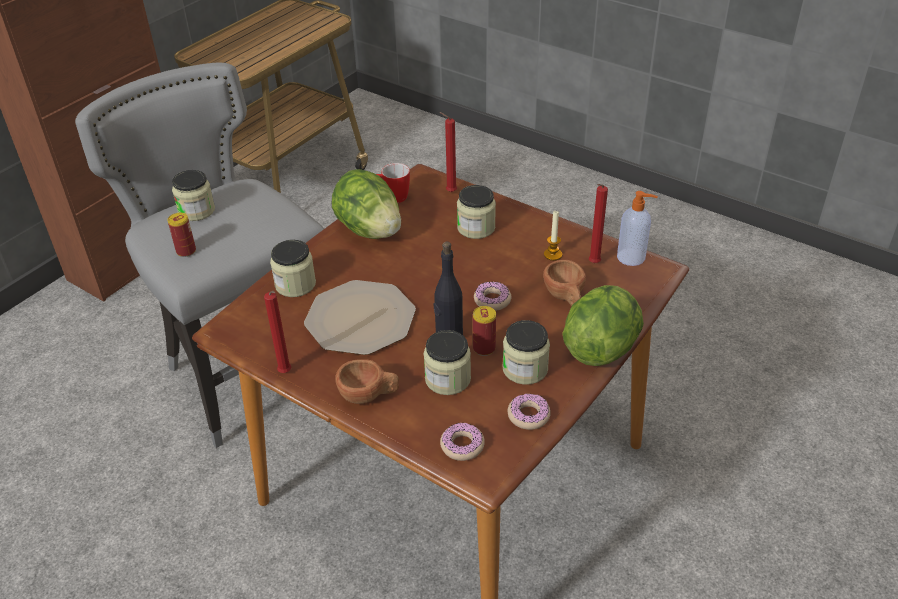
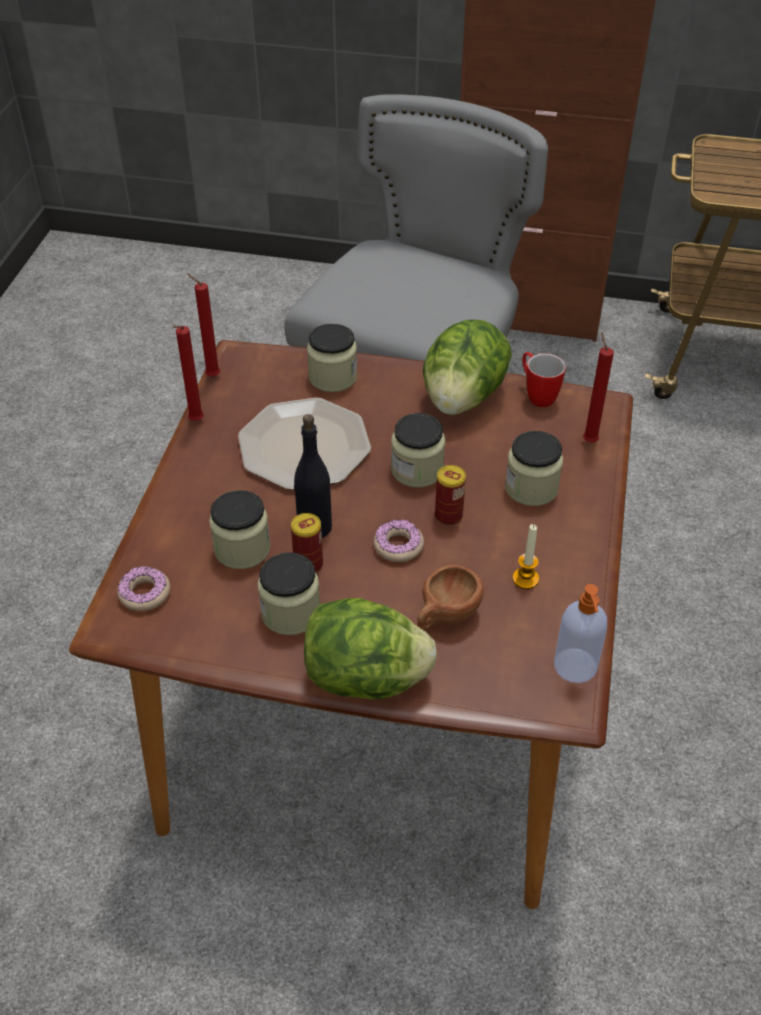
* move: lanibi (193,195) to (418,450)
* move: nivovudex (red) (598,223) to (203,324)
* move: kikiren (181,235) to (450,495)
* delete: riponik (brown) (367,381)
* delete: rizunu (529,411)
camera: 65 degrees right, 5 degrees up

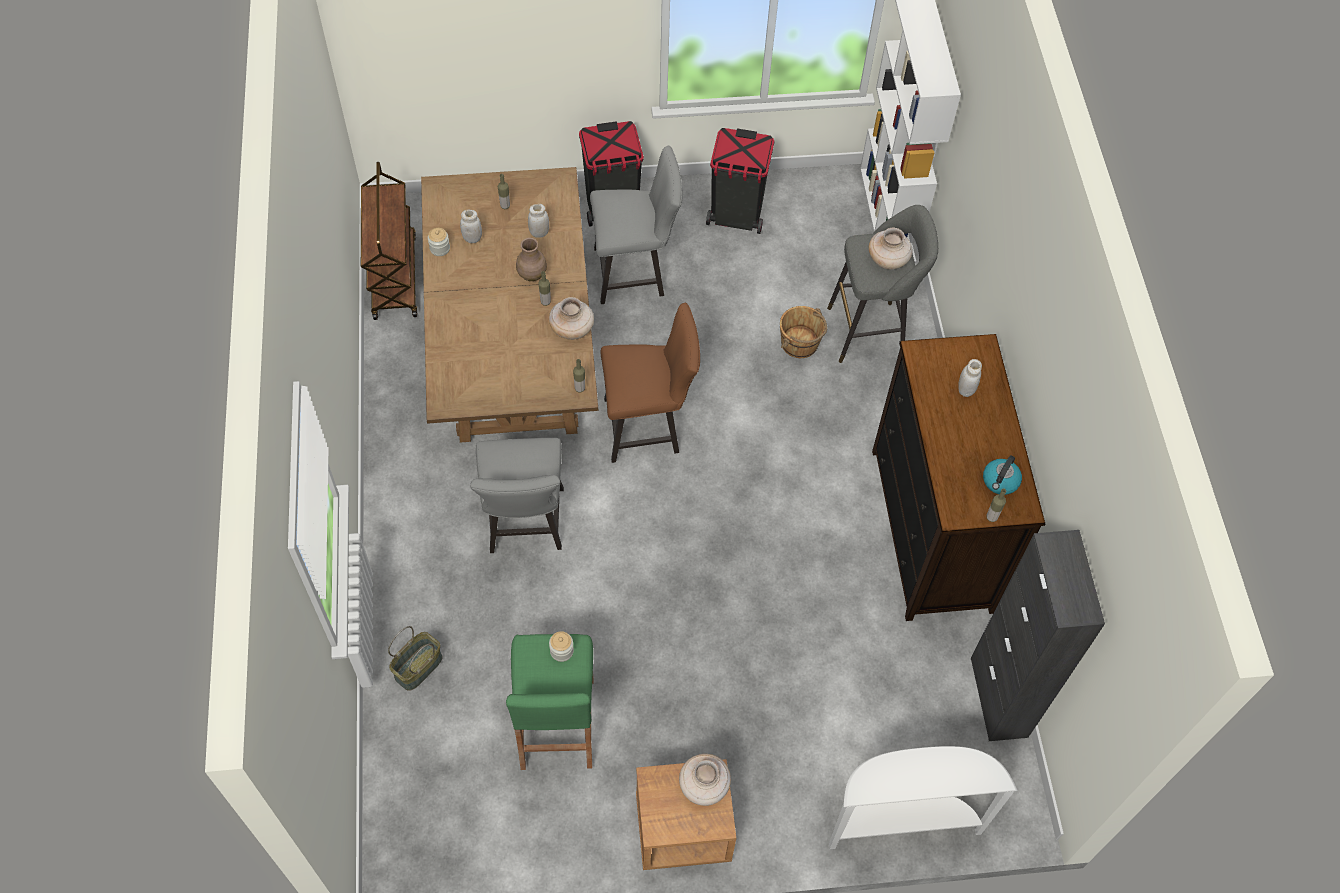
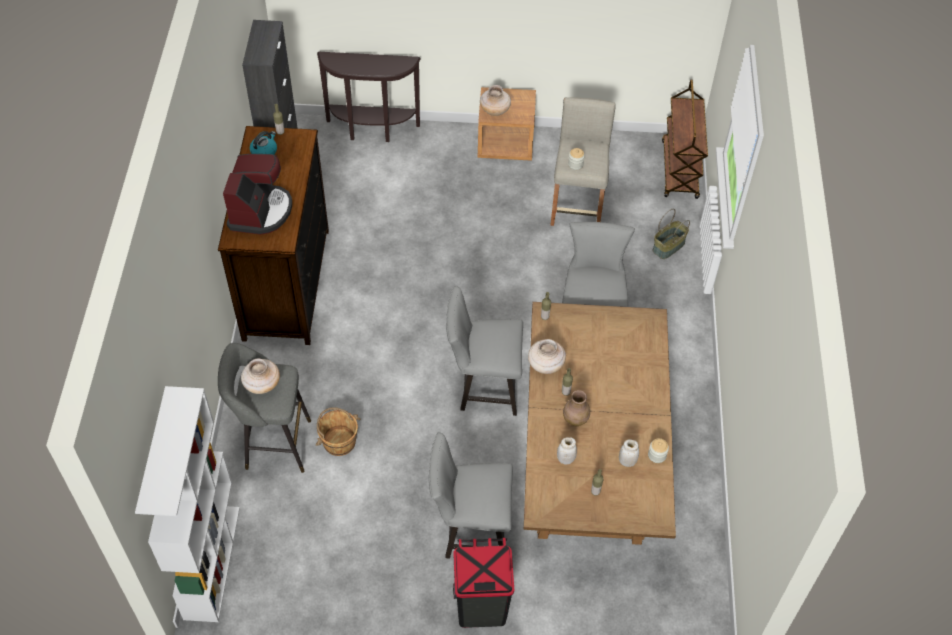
* delete: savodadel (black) (740,181)
* move: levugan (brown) (389,241) to (685,139)
* recolor: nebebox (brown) (650,383) to nebebox (grey) (484,351)
* replace: lanibi (white) (970,378) to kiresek (257,194)
* recolor: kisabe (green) (550,702) to kisabe (beige) (583,161)
* recolor: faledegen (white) (923,797) to faledegen (brown) (369,97)
camera: 170 degrees left, 5 degrees down

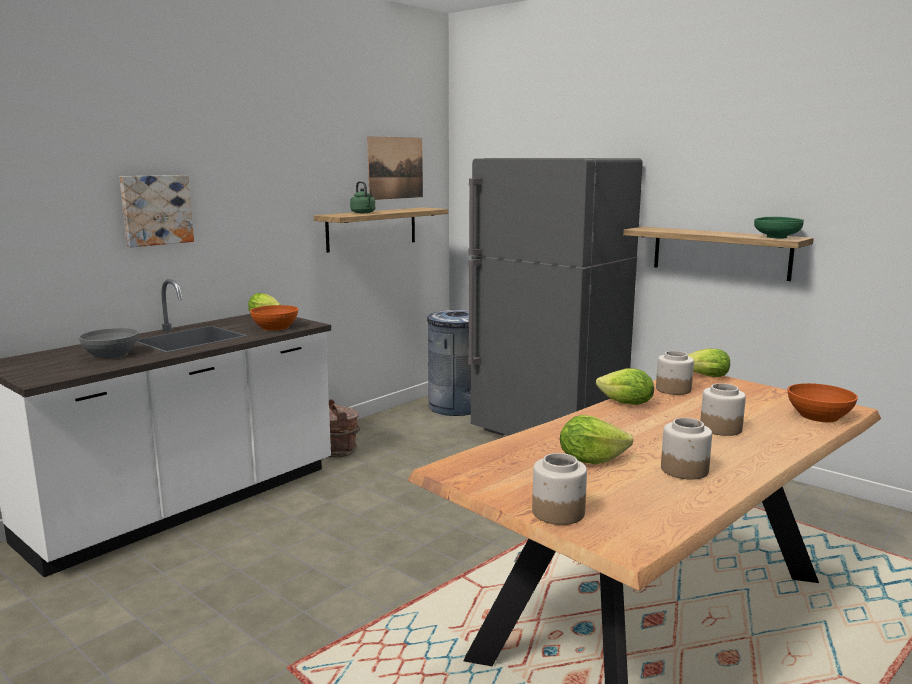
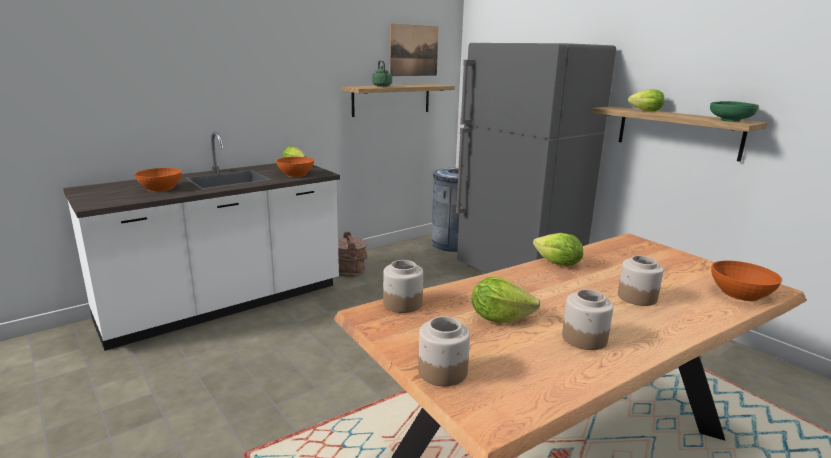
* delete: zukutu (156,211)
* recolor: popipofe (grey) (108,343) to popipofe (orange) (158,180)
* move: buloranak (709,363) to (646,100)
* move: lanibi (675,373) to (403,286)
camera: 10 degrees right, 5 degrees up

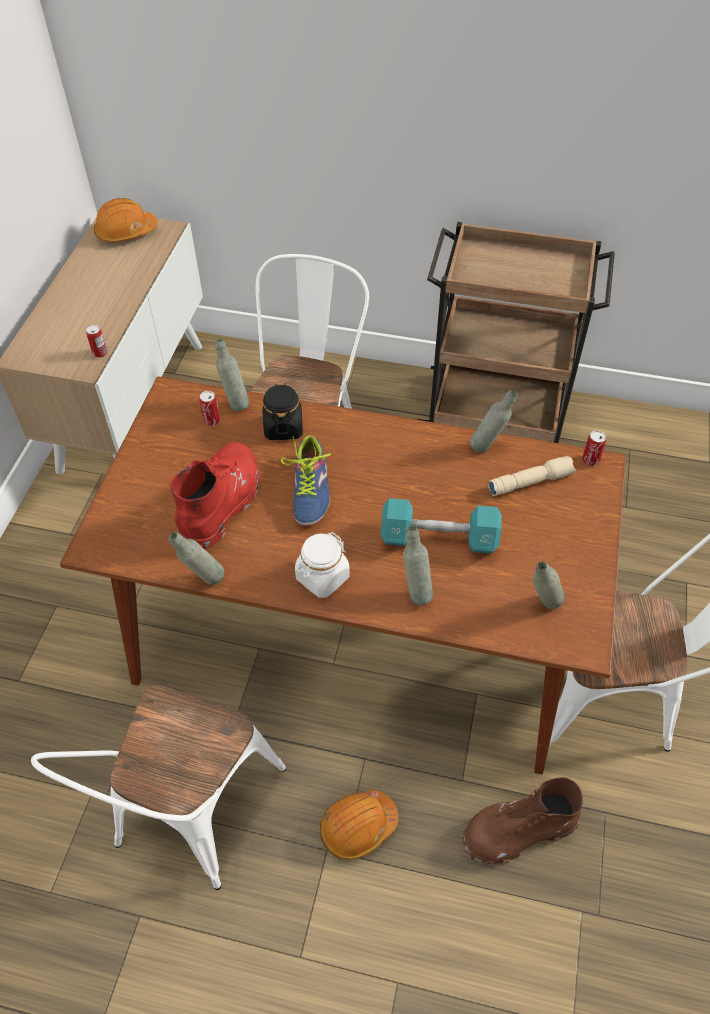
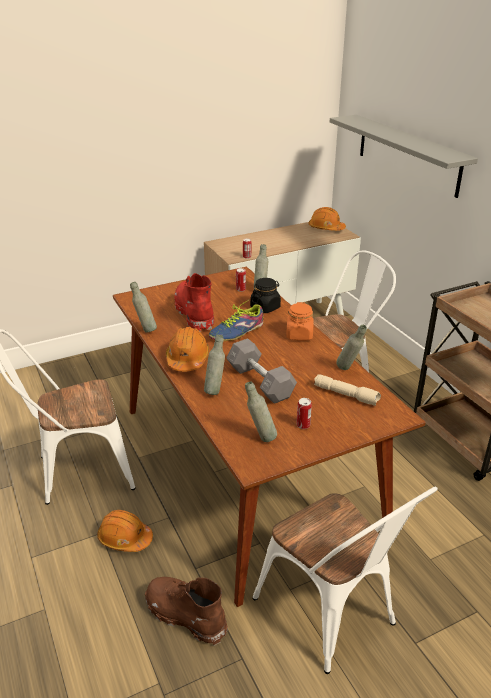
* move: kikiren (594,448) to (304,413)
* rotate: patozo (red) (215,495) = (194,302) 90 degrees counterclockwise
* recolor: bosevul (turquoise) (441,526) to bosevul (grey) (261,371)
* replace: lanibi (white) (322,565) to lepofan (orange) (188,349)
* insert: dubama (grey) (404,156)
* insert: lanibi (orange) (300,321)
camera: 50 degrees right, 20 degrees down

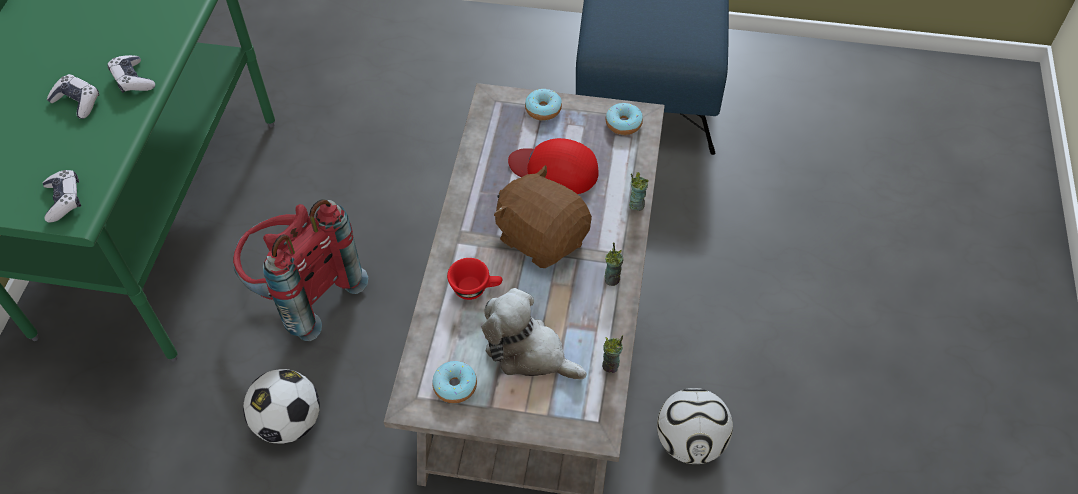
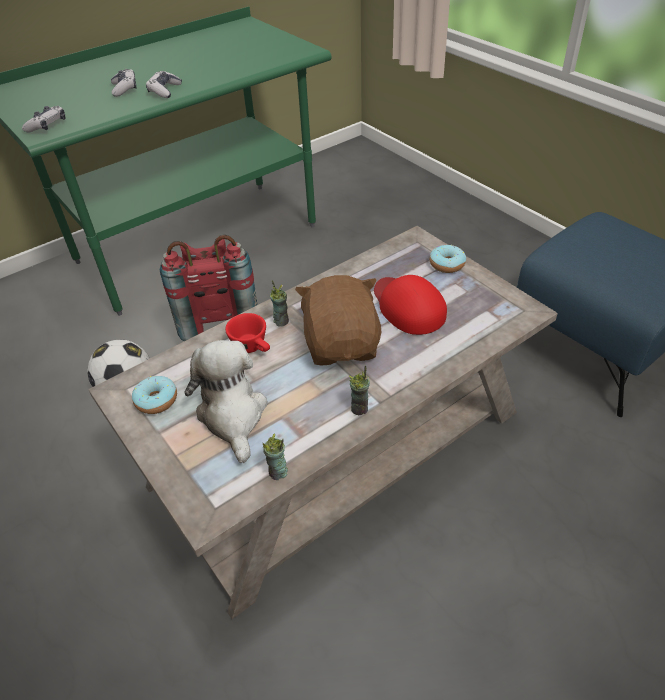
* delete: rizunu (624,119)
* move: riponik (639,191) to (279,303)
* delete: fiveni (695,426)
camera: 45 degrees right, 10 degrees down

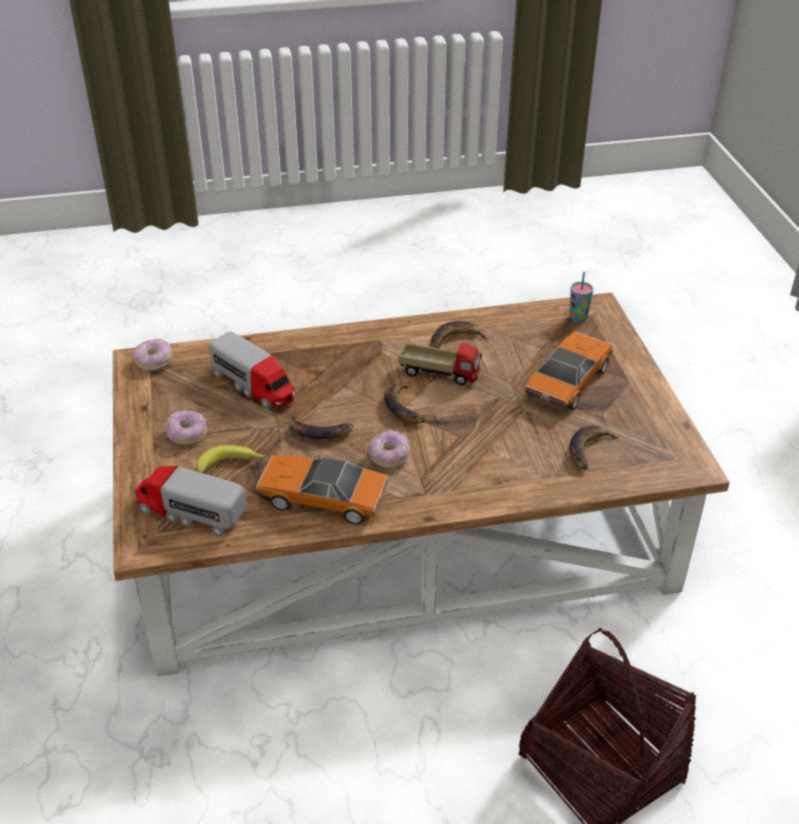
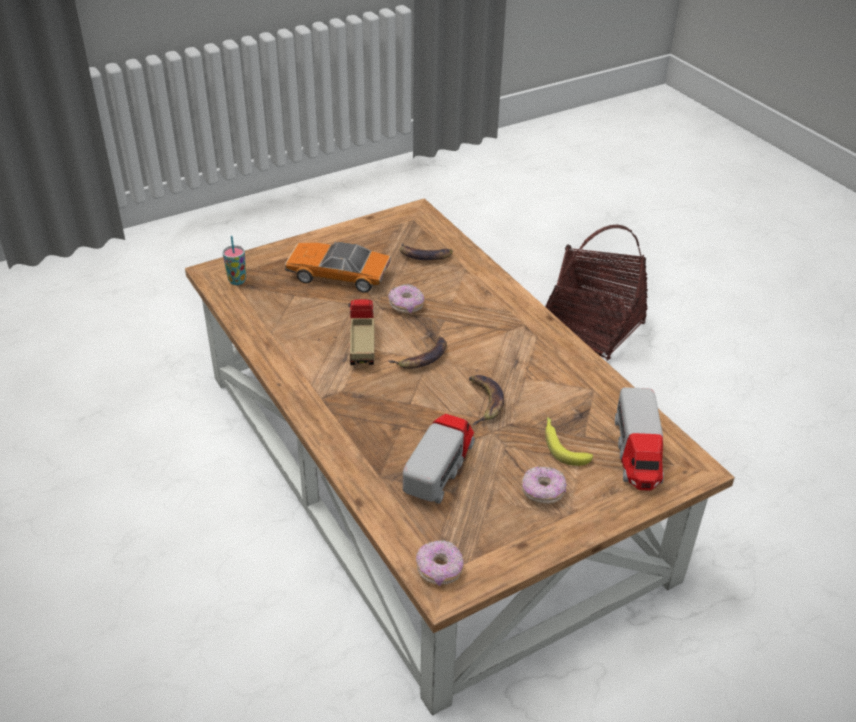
* delete: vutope (458,334)
* move: rizunu (389,449) to (406,299)
* delete: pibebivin (322,490)
camera: 110 degrees left, 0 degrees up

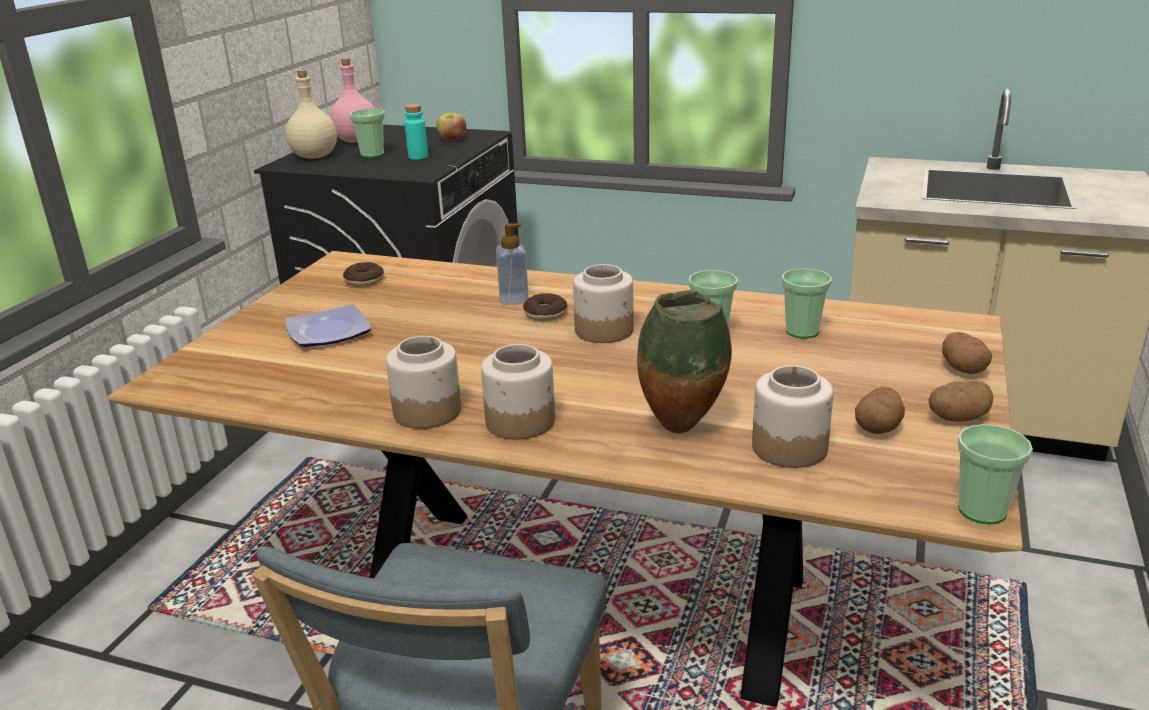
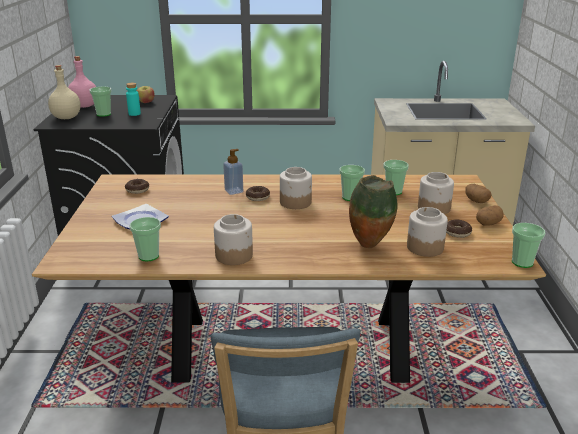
* move: lanibi (518,391) to (436,193)
* replace: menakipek (880,410) to rizunu (459,229)
* insert: riponik (145,239)
camera: 20 degrees left, 0 degrees up

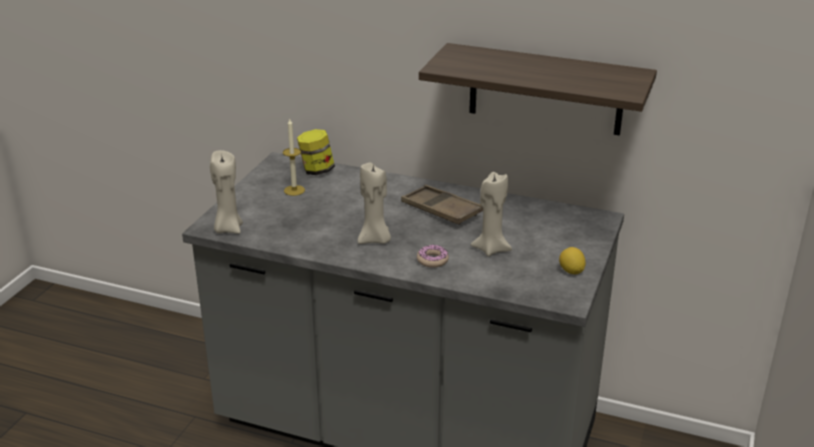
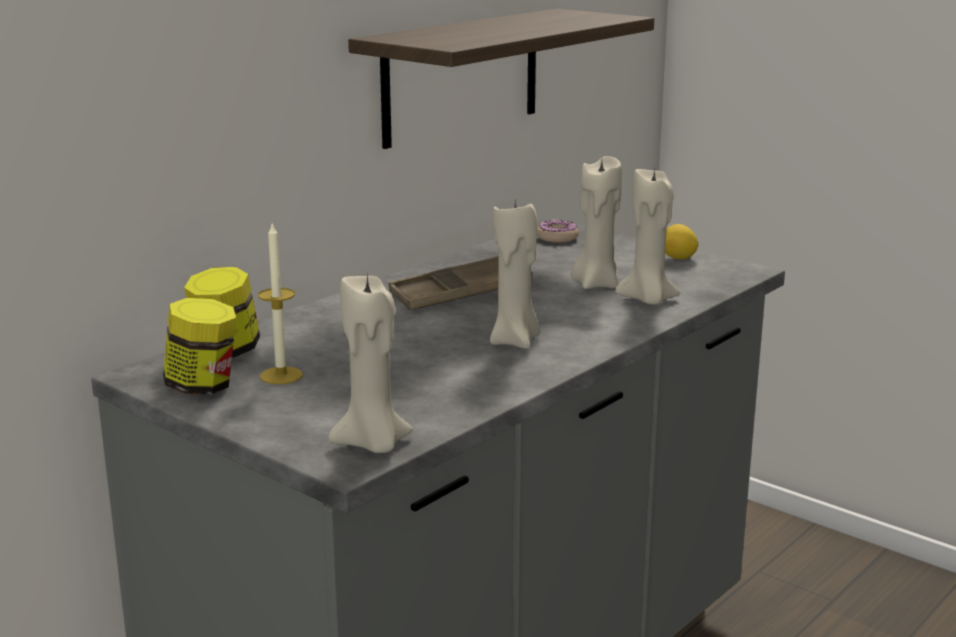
* move: rizunu (433,256) to (558,231)
* insert: nivovudex (beige) (647,237)
* insert: lanibi (199,346)
camera: 70 degrees left, 10 degrees down

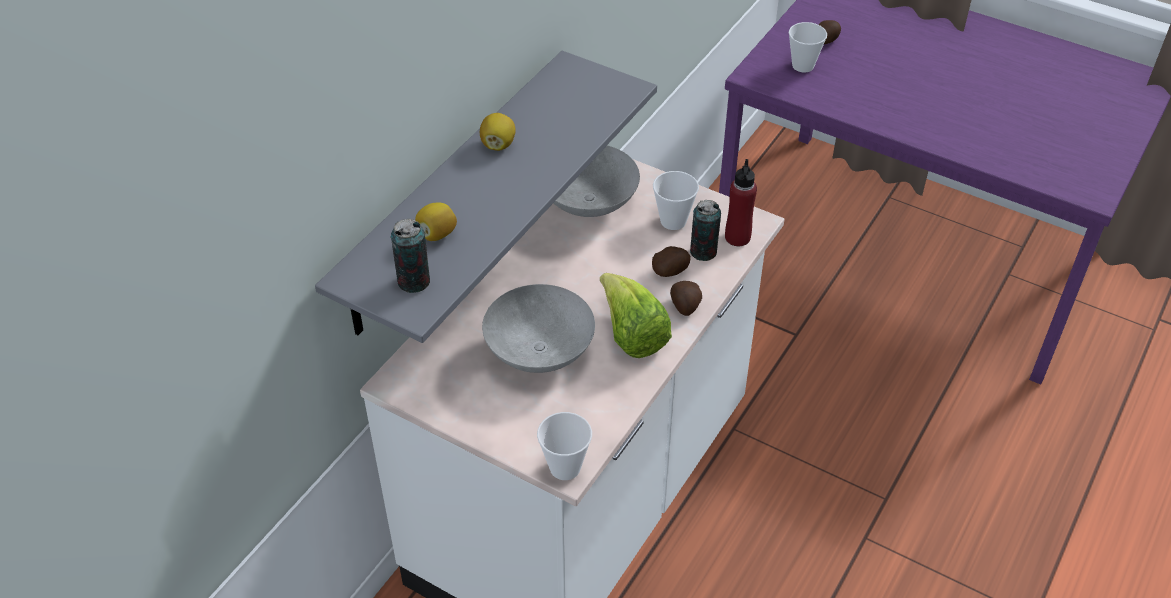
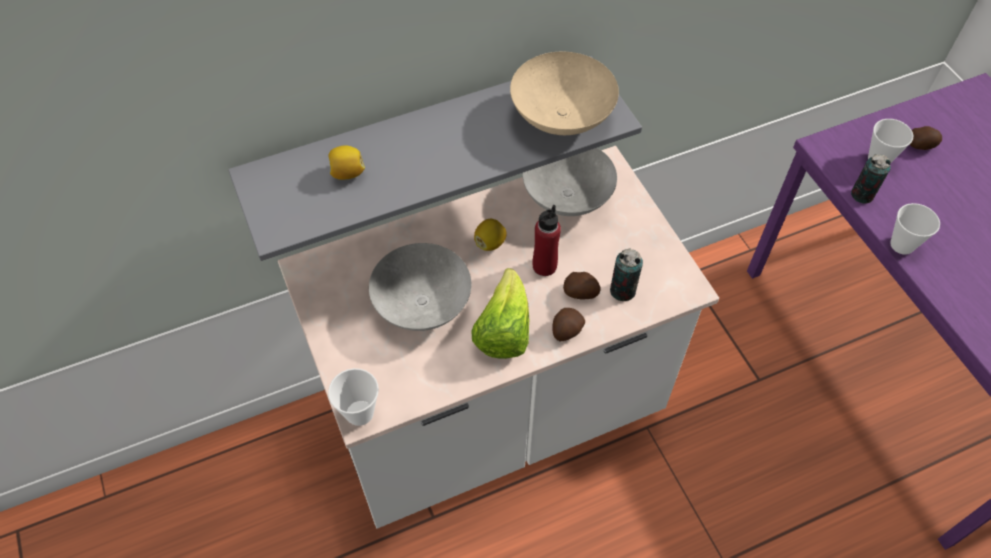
* move: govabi (498,132) to (490,235)
* move: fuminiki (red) (741,202) to (546,240)
* move: riponik (676,200) to (915,229)
* move: kikiren (410,256) to (871,179)
* insert: popipofe (beige) (564,93)
camera: 35 degrees right, 10 degrees up

